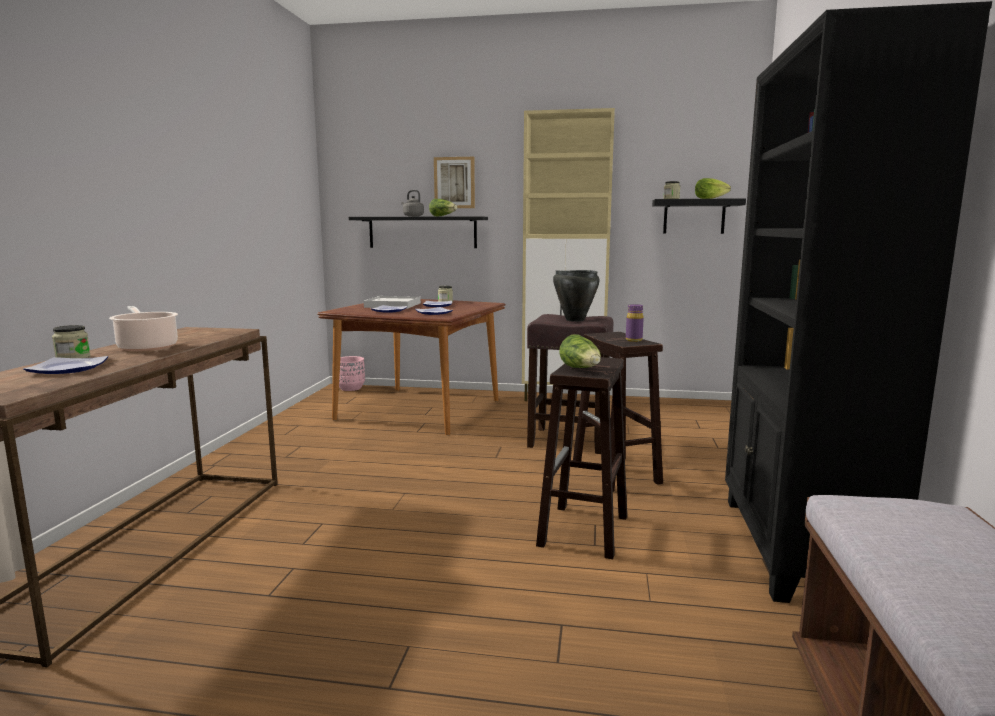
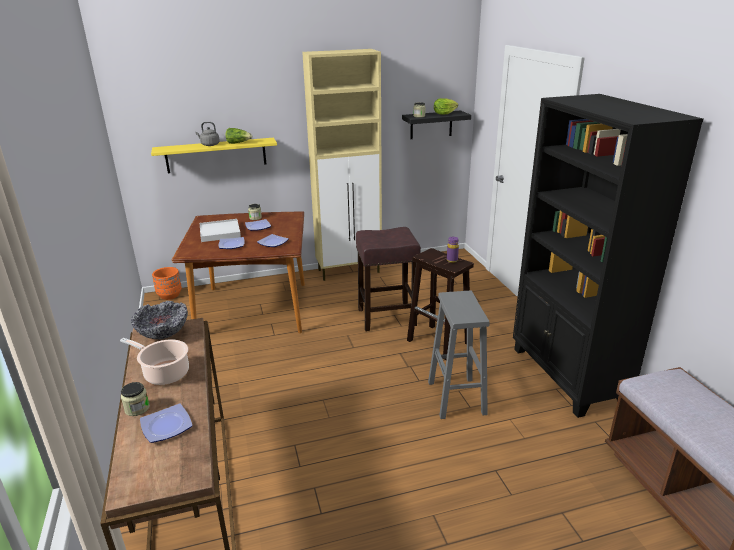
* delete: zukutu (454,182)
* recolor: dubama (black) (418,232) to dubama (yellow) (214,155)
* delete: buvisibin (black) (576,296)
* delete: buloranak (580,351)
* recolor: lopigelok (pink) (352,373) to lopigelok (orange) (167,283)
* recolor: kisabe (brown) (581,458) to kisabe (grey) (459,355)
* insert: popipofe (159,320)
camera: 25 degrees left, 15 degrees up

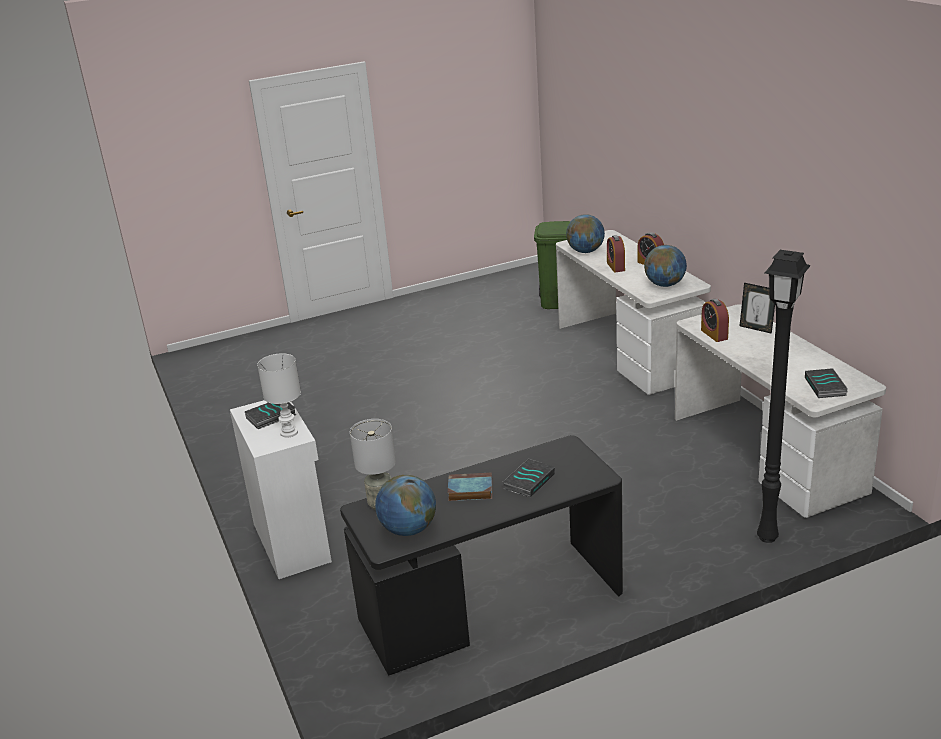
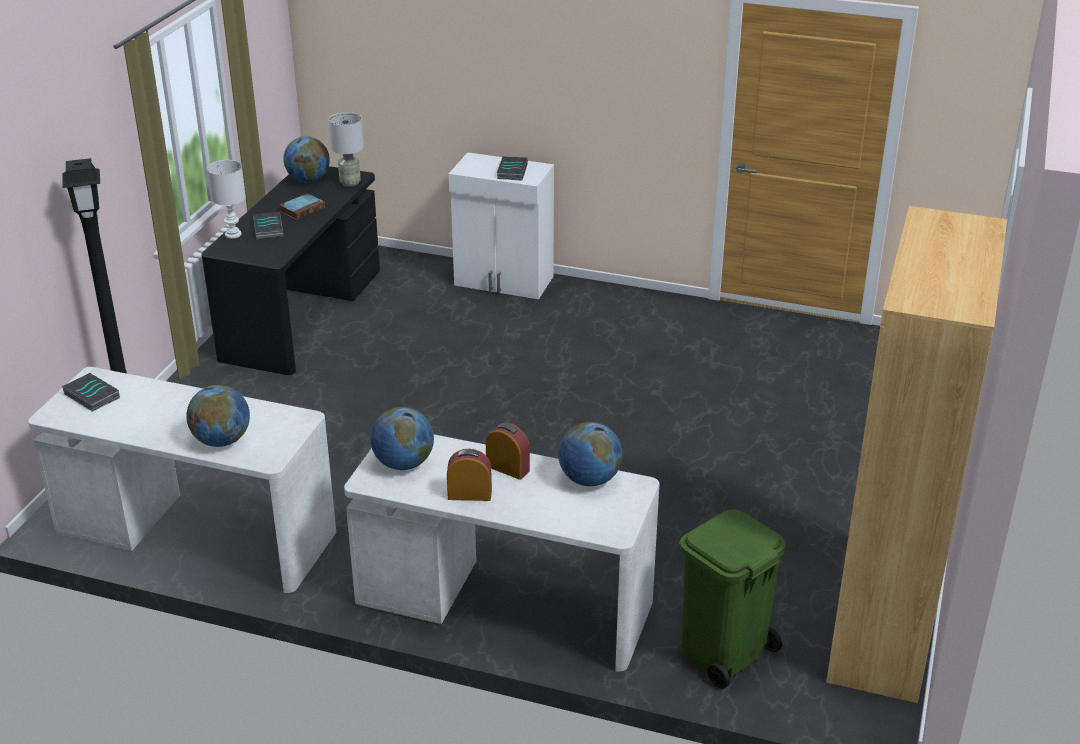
* replace: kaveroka (757,308) to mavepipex (218,416)
* delete: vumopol (715,320)
* move: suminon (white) (279,395) to (226,199)
* insert: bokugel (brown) (916,454)
camera: 130 degrees right, 5 degrees up

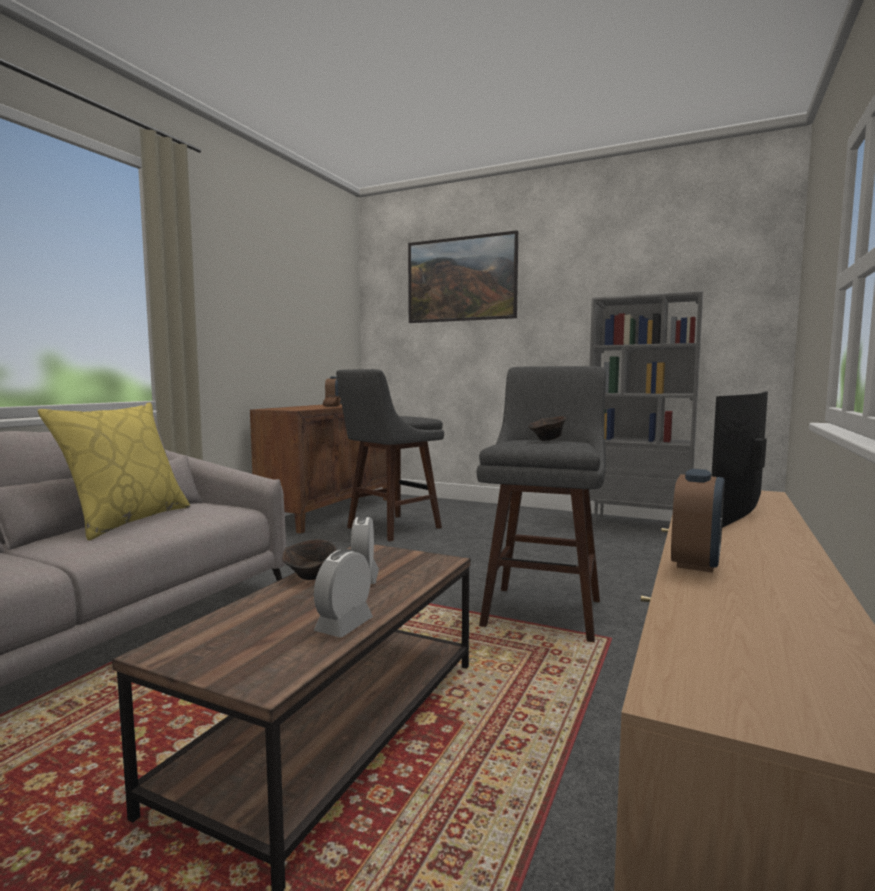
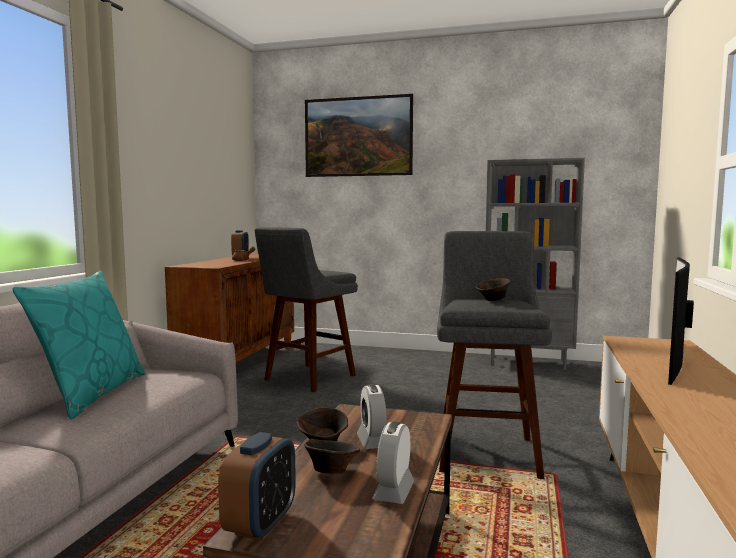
* recolor: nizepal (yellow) (114,471) to nizepal (turquoise) (78,345)
* move: vumopol (698,521) to (257,486)
* insert: popipofe (brown) (332,456)
camera: 10 degrees left, 0 degrees up

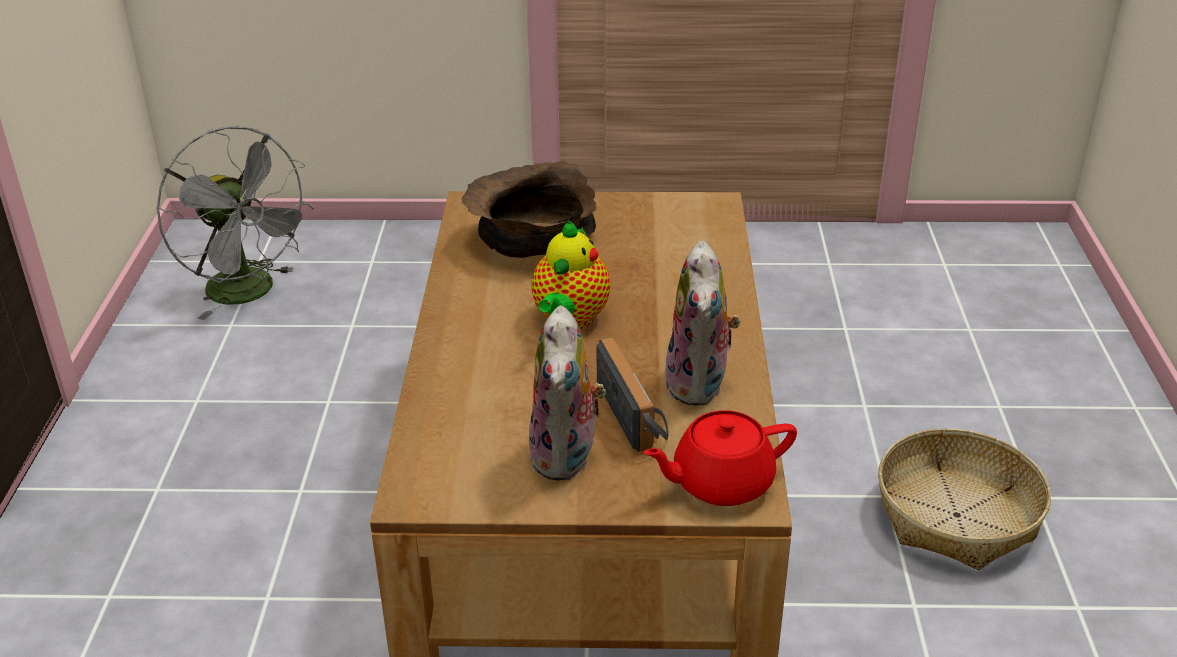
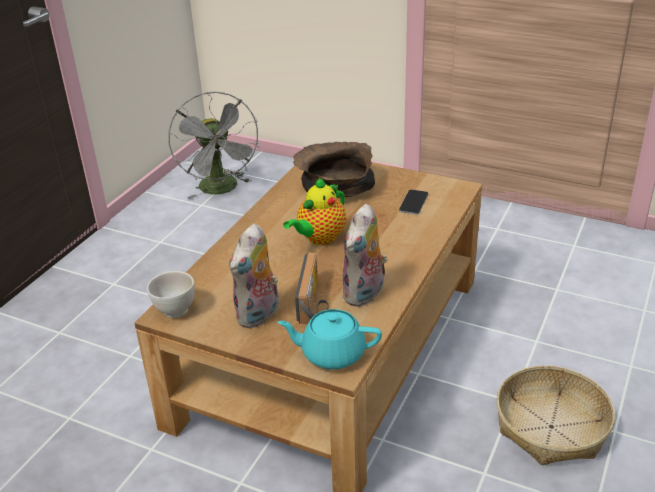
* recolor: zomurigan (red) (720,458) to zomurigan (turquoise) (329,339)
* insert: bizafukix (413,202)
* insert: popipofe (white) (170,294)
camera: 25 degrees right, 0 degrees up

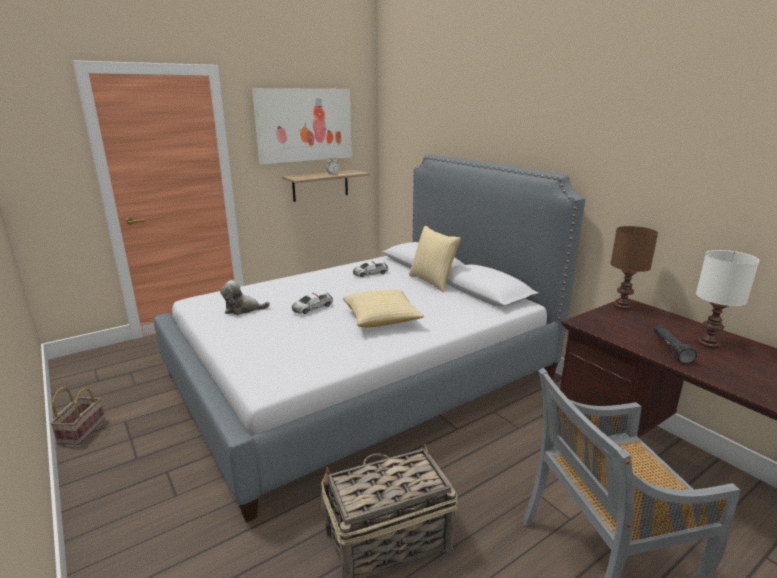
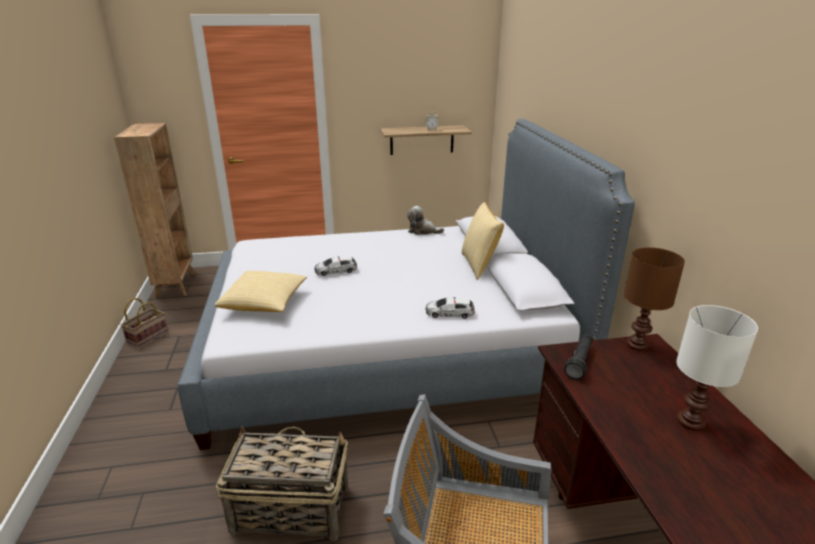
* delete: zukutu (302,126)
* move: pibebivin (370,269) to (450,308)
* move: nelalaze (245,297) to (425,220)
* move: nizepal (383,308) to (261,291)
* move: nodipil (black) (675,344) to (578,356)
* insert: bokugel (brown) (155,210)
camera: 25 degrees right, 5 degrees up

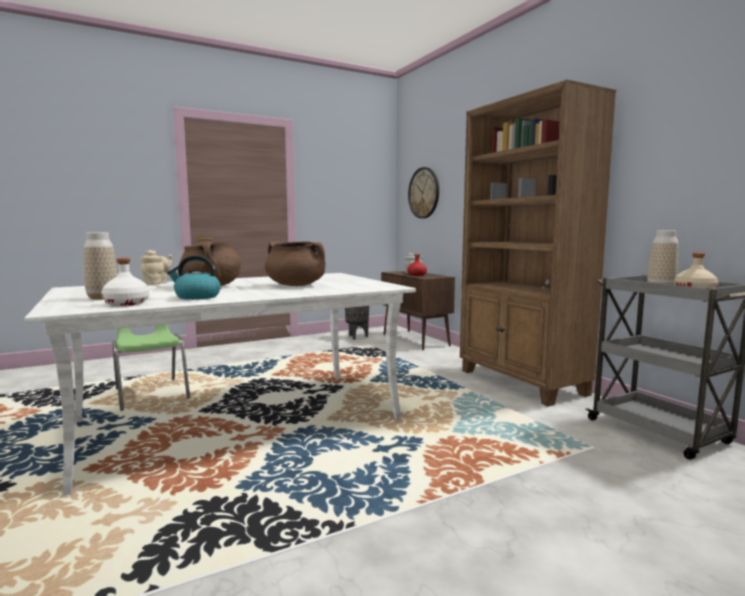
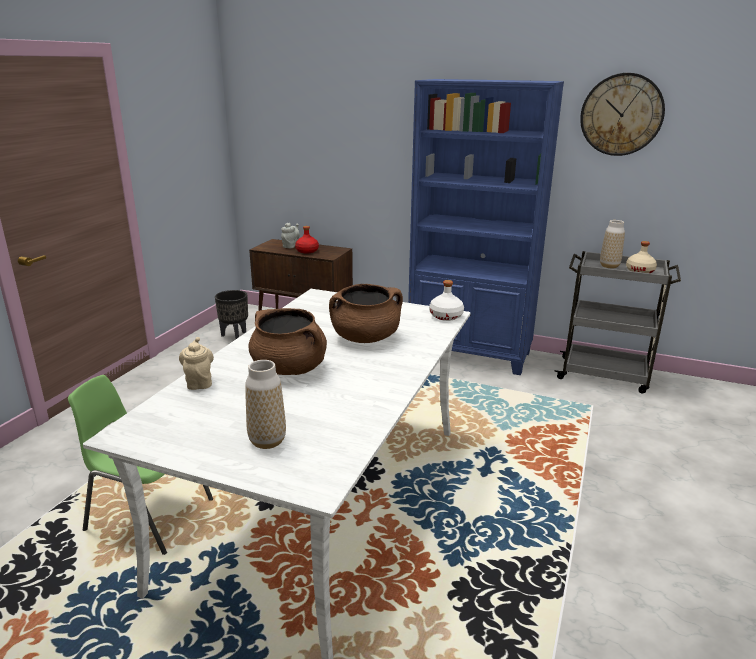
* recolor: bokugel (brown) (538,243) to bokugel (blue) (486,227)
* move: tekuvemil (423,193) to (622,114)
* delete: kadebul (194,277)
* move: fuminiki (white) (125,282) to (446,300)
camera: 40 degrees left, 15 degrees up

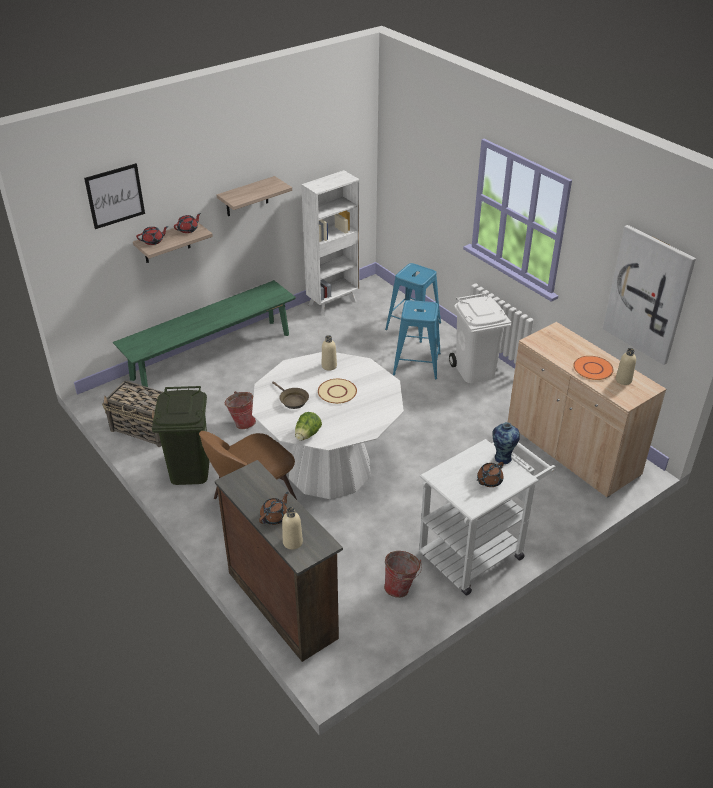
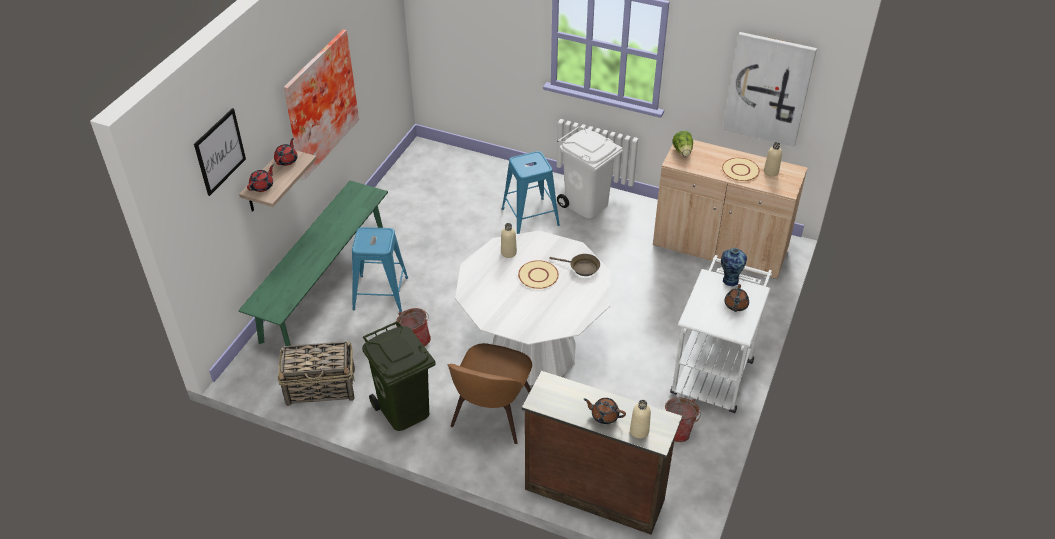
* delete: bokugel (white) (330,243)
* replace: dubama (254,196) to zukutu (321,104)
* move: kisabe (blue) (413,303) to (380,269)
* recolor: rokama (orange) (593,368) to rokama (beige) (741,169)
* move: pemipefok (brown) (290,395) to (574,265)
* move: buloranak (308,426) to (682,143)
* rotate: zomurigan (brown) (274,508) = (605,411) 75 degrees counterclockwise
camera: 30 degrees left, 5 degrees up

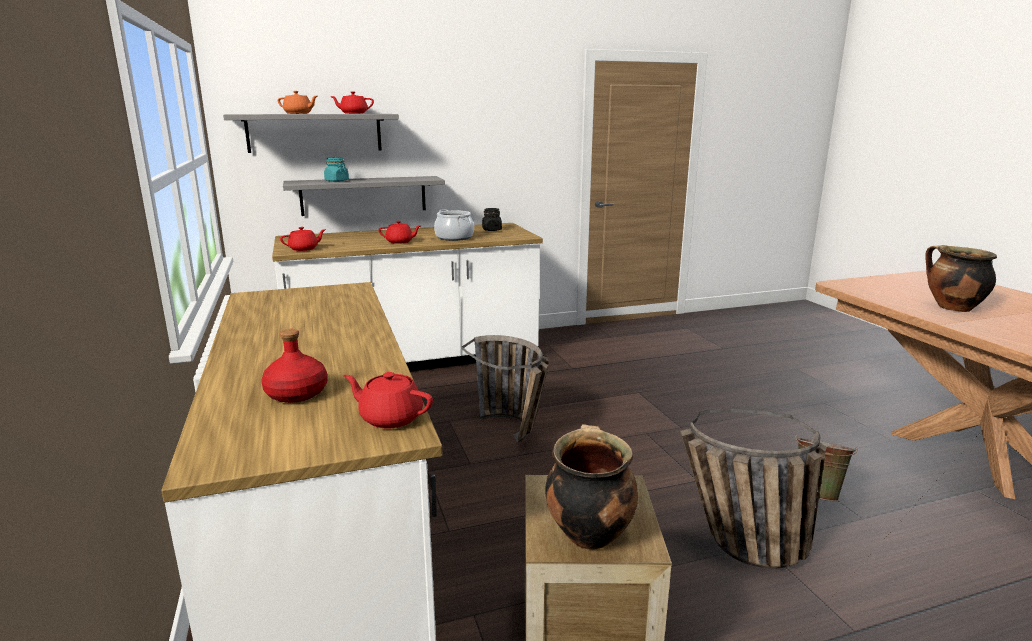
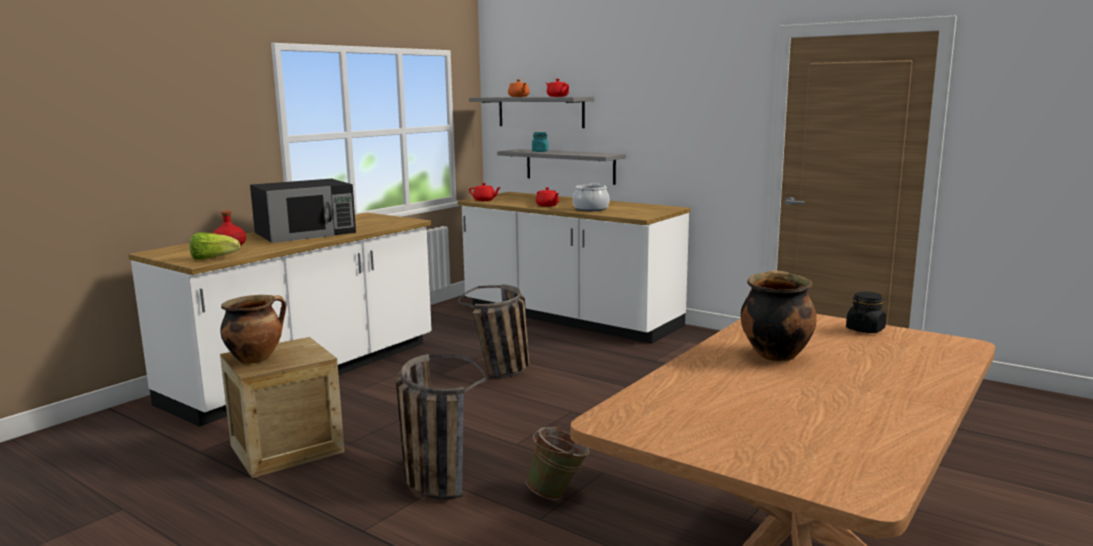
* move: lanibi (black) (492,219) to (866,312)
* replace: zomurigan (red) (388,400) to buloranak (215,246)
* insert: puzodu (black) (303,211)
camera: 55 degrees right, 5 degrees down

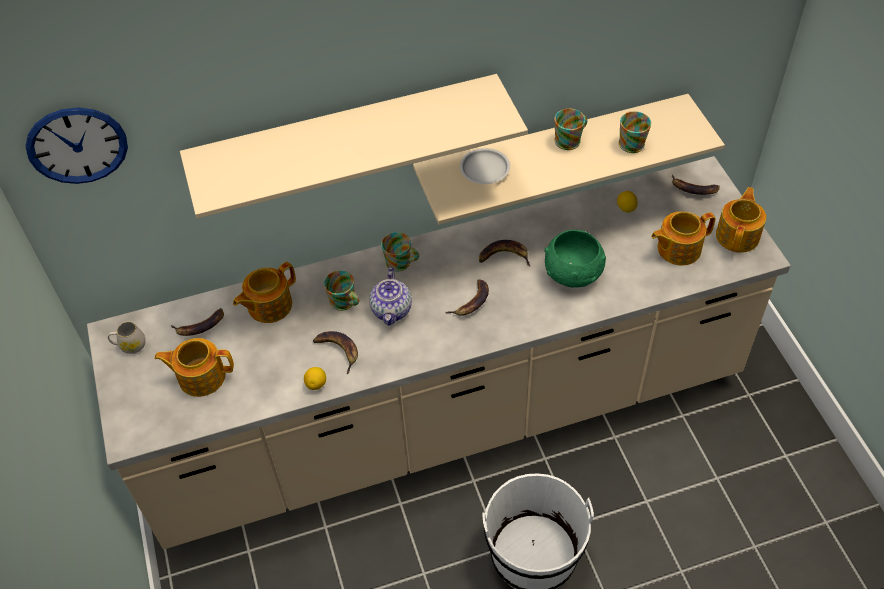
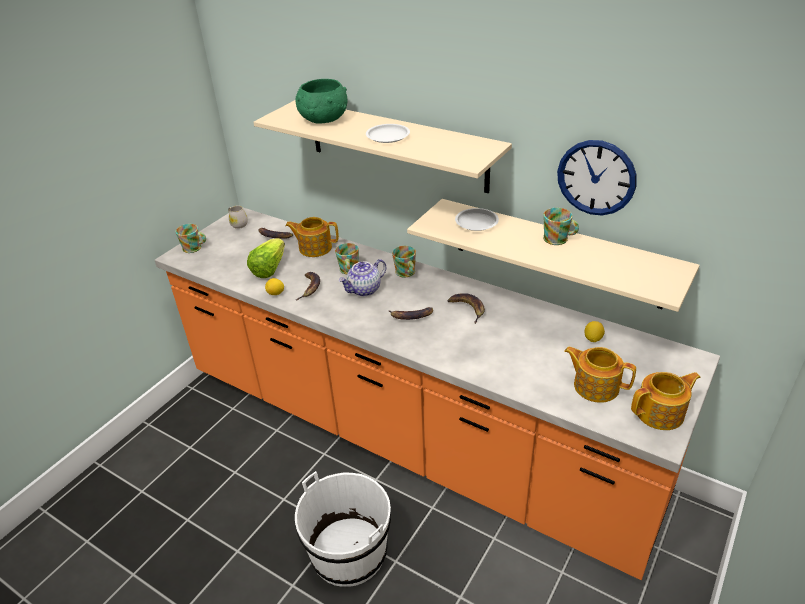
* move: tekuvemil (77,145) to (597,177)
* move: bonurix (635,132) to (190,238)
* recolor: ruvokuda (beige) (439,353) to ruvokuda (orange) (437,393)
* delete: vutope (696,185)
* move: popipofe (green) (575,258) to (321,101)
* delete: zomurigan (194,367)
* insert: rokama (white) (388,133)
* insert: buloranak (266,258)
camera: 50 degrees right, 15 degrees down

